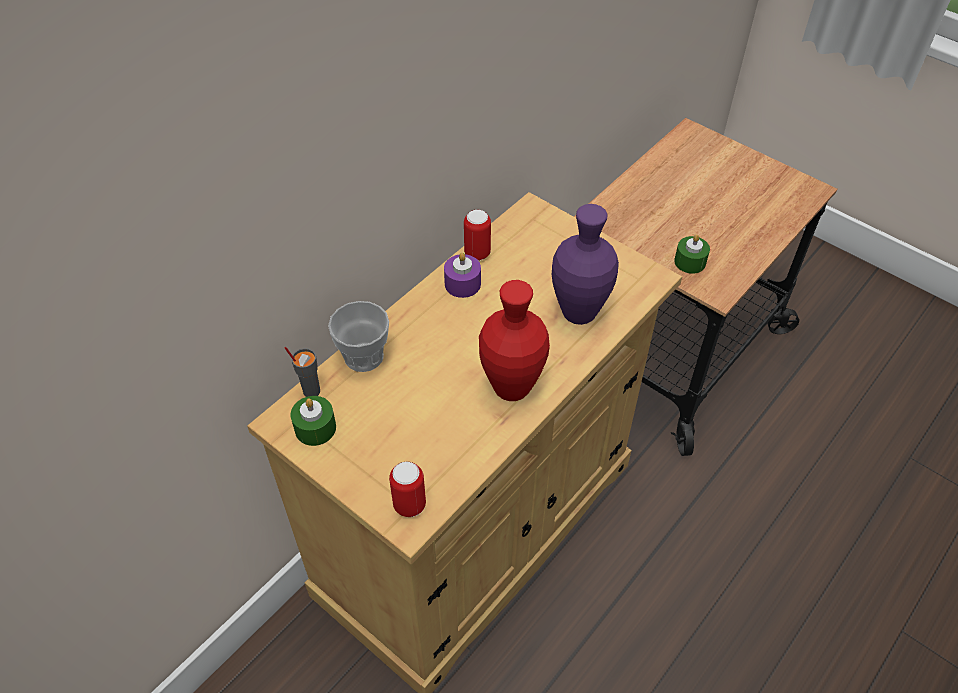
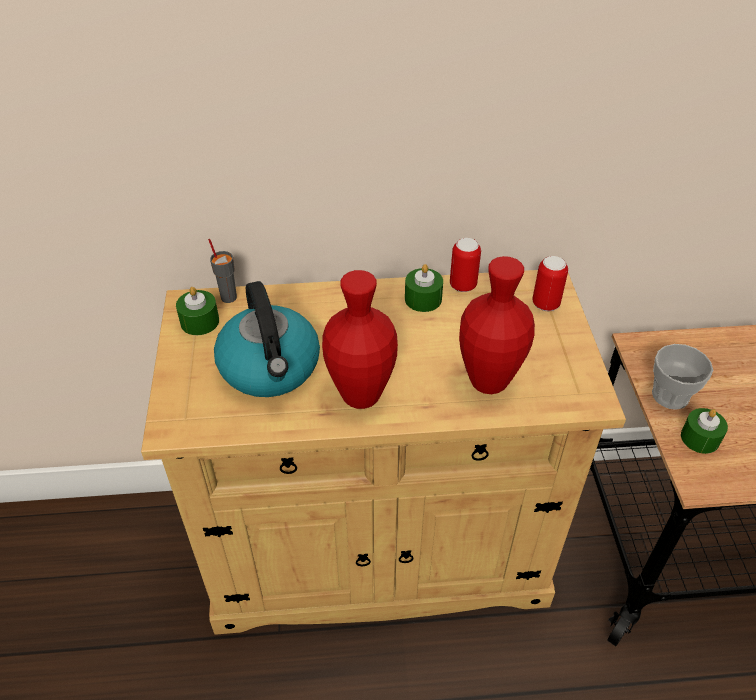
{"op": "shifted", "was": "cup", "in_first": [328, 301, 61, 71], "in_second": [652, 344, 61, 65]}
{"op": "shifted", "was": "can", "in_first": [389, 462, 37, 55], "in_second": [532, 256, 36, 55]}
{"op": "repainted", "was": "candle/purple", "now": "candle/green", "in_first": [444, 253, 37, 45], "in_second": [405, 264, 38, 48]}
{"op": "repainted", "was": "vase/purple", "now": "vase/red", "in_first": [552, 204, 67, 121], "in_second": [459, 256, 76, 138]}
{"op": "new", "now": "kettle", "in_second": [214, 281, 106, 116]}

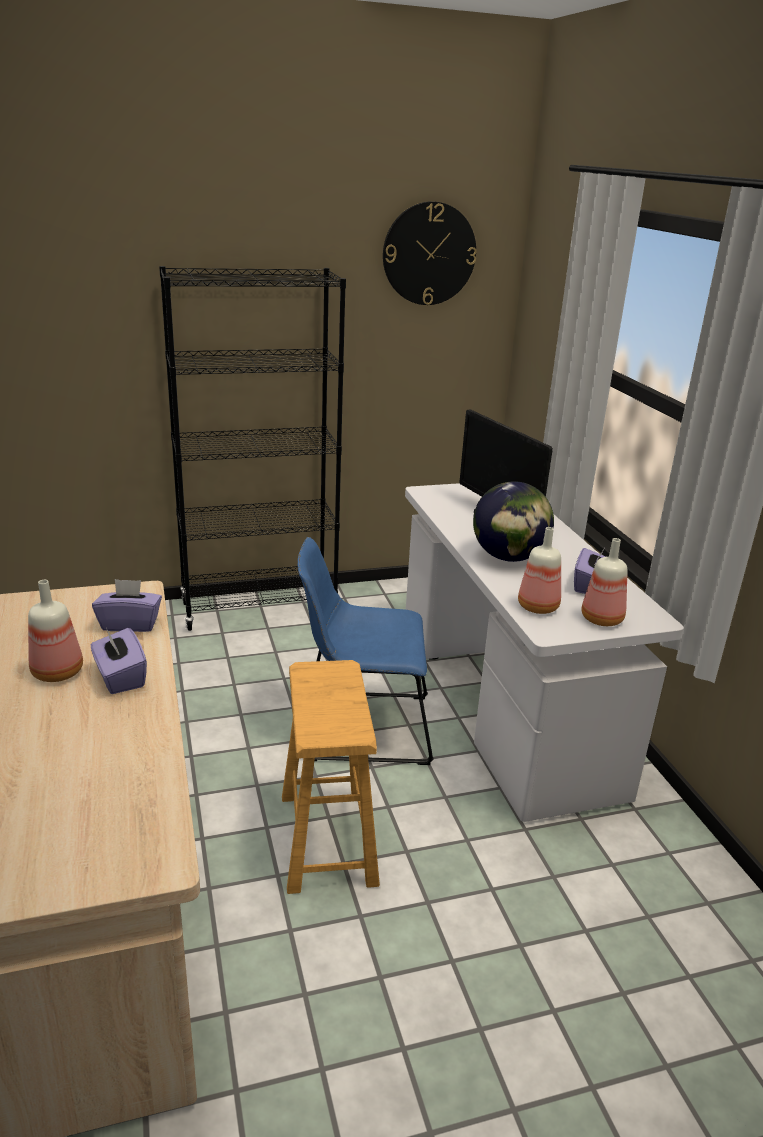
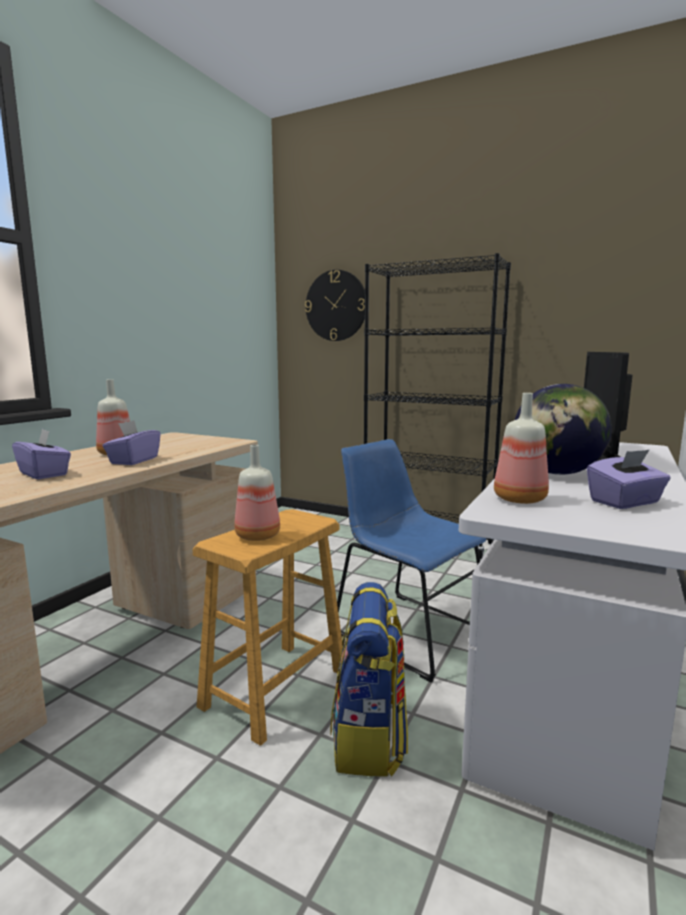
{"op": "shifted", "was": "tissue box/purple", "in_first": [92, 579, 70, 53], "in_second": [12, 429, 59, 51]}
{"op": "shifted", "was": "wall clock", "in_first": [383, 201, 94, 104], "in_second": [305, 270, 60, 71]}
{"op": "shifted", "was": "bottle", "in_first": [582, 538, 46, 88], "in_second": [234, 445, 46, 96]}
{"op": "new", "now": "backpack", "in_second": [331, 582, 77, 195]}

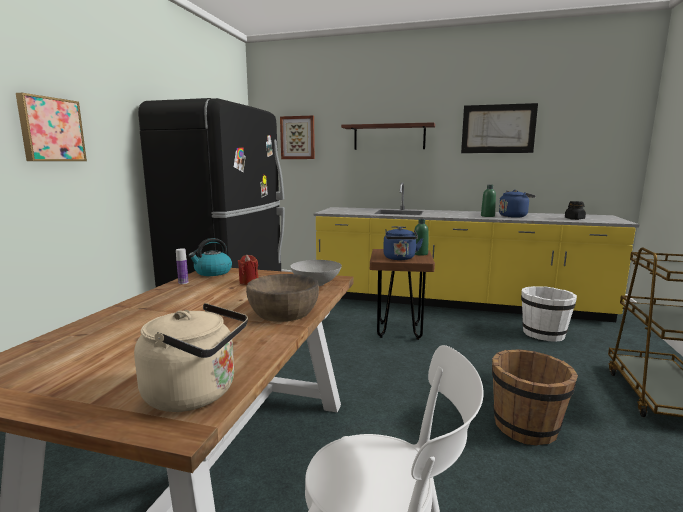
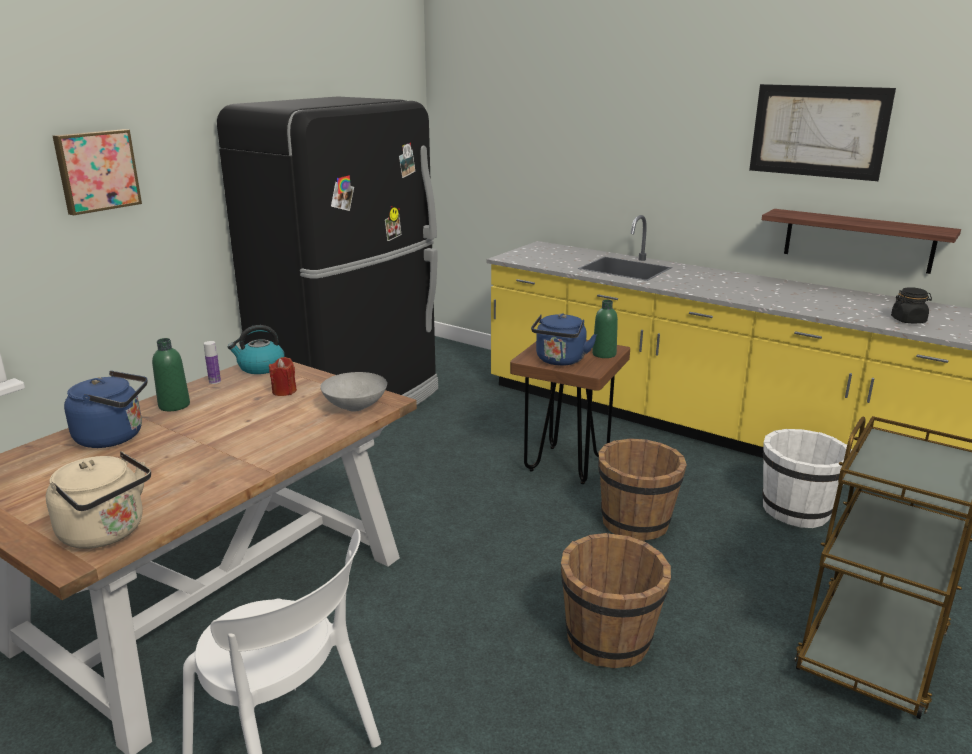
{"op": "gone", "was": "bowl/brown", "in_first": [246, 274, 73, 48]}
{"op": "gone", "was": "picture", "in_first": [280, 116, 35, 43]}
{"op": "shifted", "was": "shelf", "in_first": [341, 122, 94, 28], "in_second": [762, 209, 199, 65]}
{"op": "shifted", "was": "bottle/green", "in_first": [481, 185, 15, 32], "in_second": [152, 338, 38, 73]}
{"op": "shifted", "was": "kettle/blue", "in_first": [499, 190, 37, 28], "in_second": [64, 371, 84, 77]}
{"op": "new", "now": "bucket/brown", "in_second": [598, 438, 89, 103]}

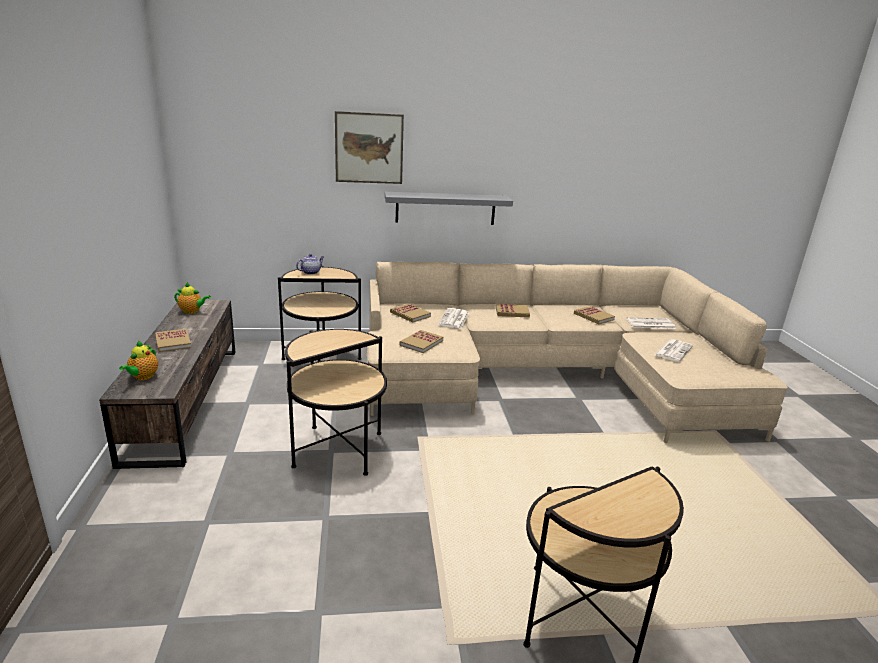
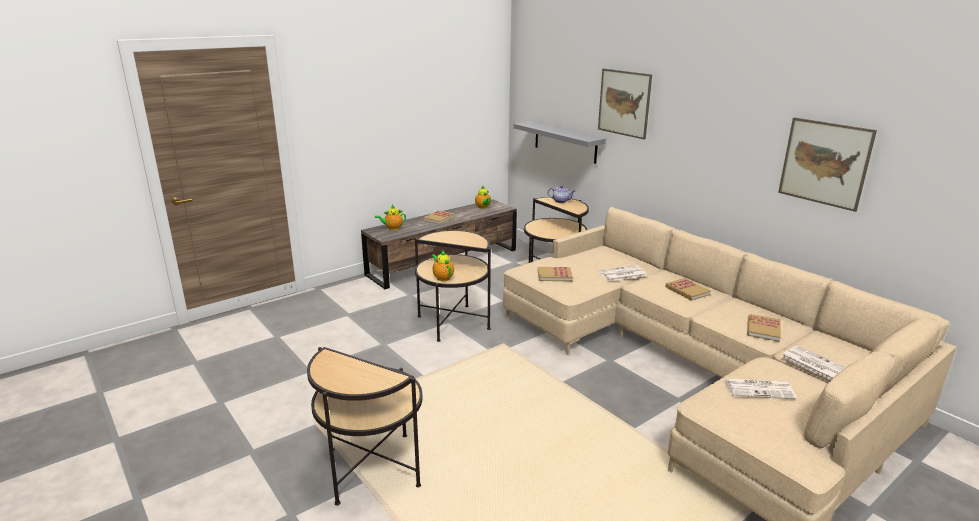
{"op": "shifted", "was": "shelf/grey", "in_first": [385, 192, 128, 33], "in_second": [514, 121, 92, 43]}
{"op": "gone", "was": "book", "in_first": [390, 303, 41, 20]}
{"op": "new", "now": "teapot", "in_second": [432, 250, 22, 31]}
{"op": "new", "now": "picture", "in_second": [778, 117, 99, 95]}

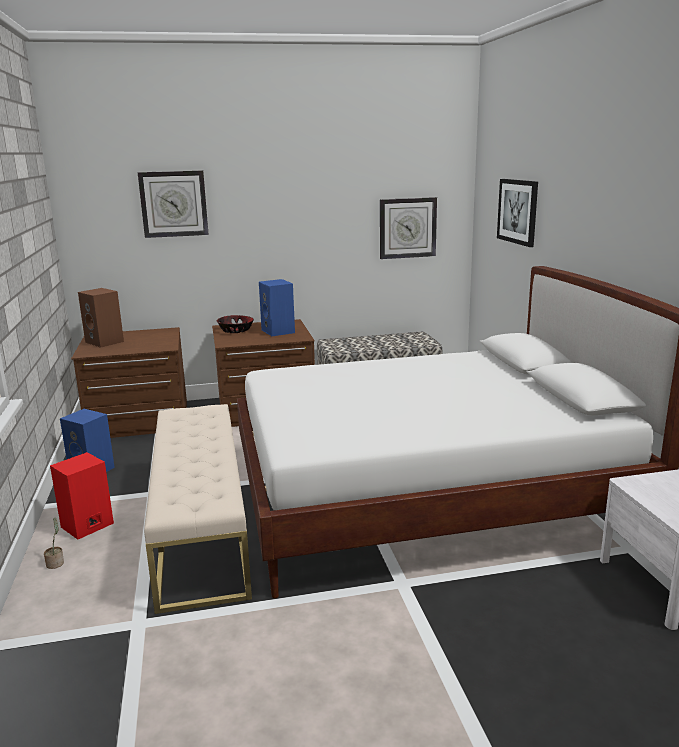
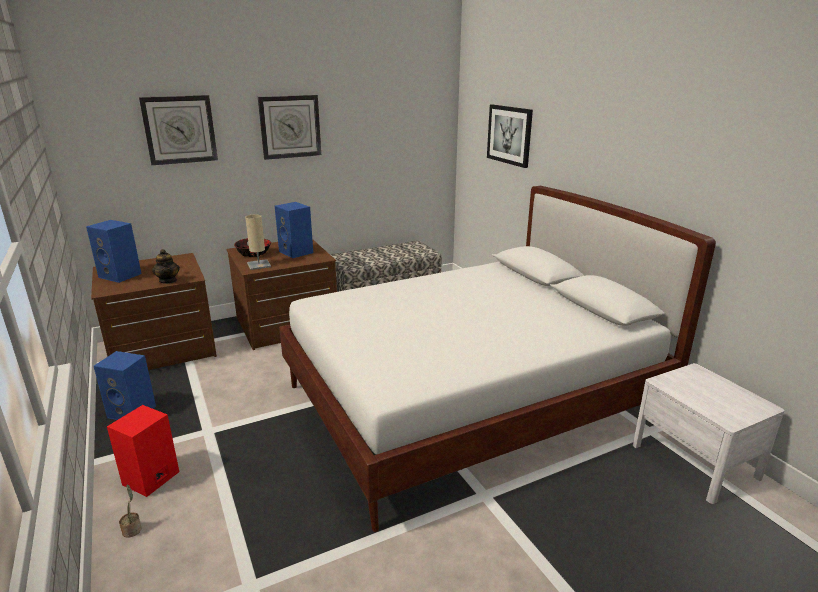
{"op": "repainted", "was": "speaker/brown", "now": "speaker/blue", "in_first": [78, 288, 46, 60], "in_second": [86, 220, 56, 63]}
{"op": "gone", "was": "bench/beige", "in_first": [144, 404, 108, 210]}
{"op": "shifted", "was": "wall clock", "in_first": [380, 197, 57, 62], "in_second": [258, 95, 63, 65]}
{"op": "new", "now": "teapot", "in_second": [152, 249, 28, 35]}
{"op": "new", "now": "table lamp/beige", "in_second": [245, 214, 26, 56]}

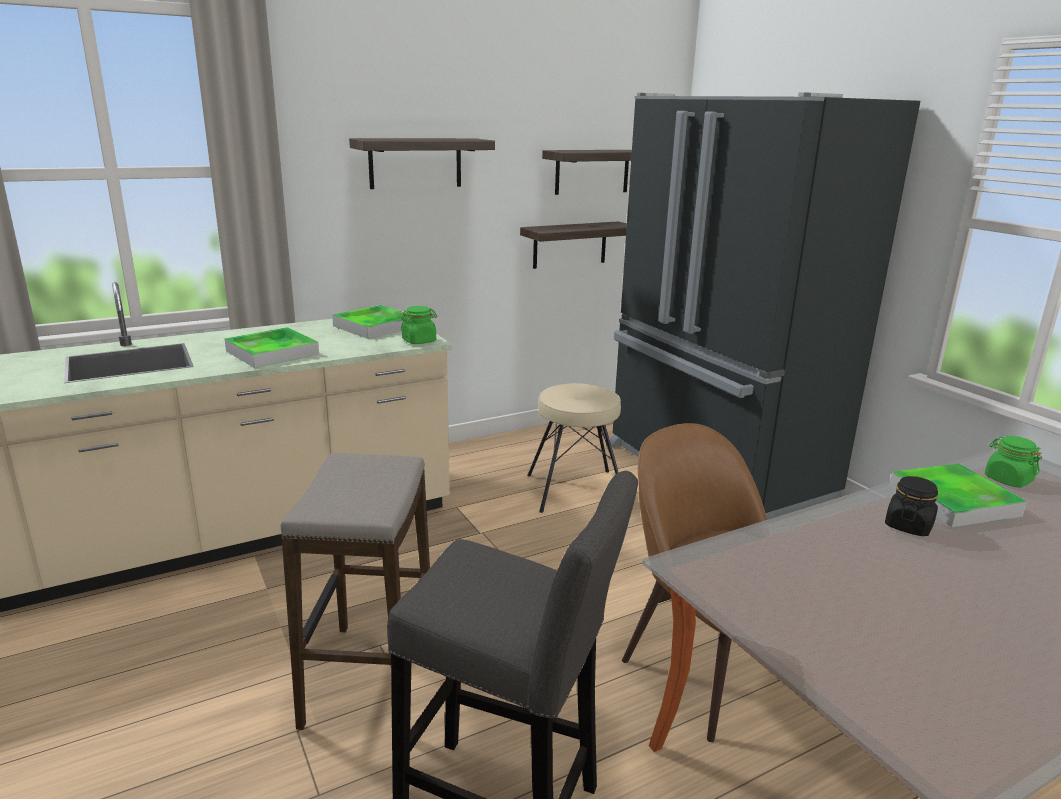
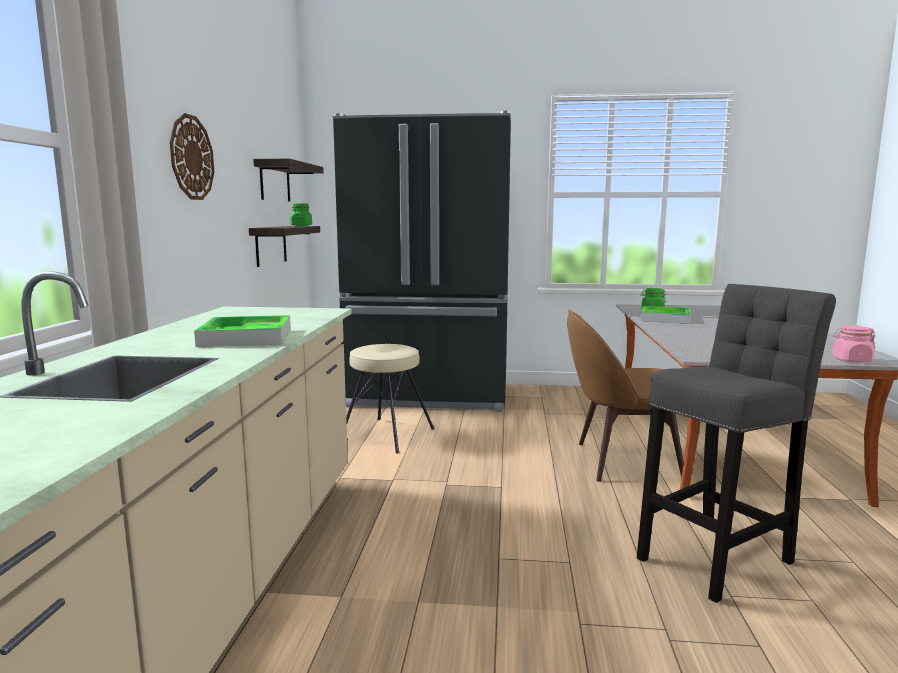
{"op": "gone", "was": "stool", "in_first": [281, 453, 149, 277]}
{"op": "gone", "was": "tray", "in_first": [332, 305, 74, 34]}
{"op": "swapped", "was": "shelf", "now": "wall clock", "in_first": [349, 138, 146, 51], "in_second": [170, 113, 44, 87]}
{"op": "shifted", "was": "jar/green", "in_first": [400, 306, 37, 38], "in_second": [290, 204, 22, 22]}
{"op": "gone", "was": "jar/black", "in_first": [885, 476, 53, 60]}
{"op": "new", "now": "jar/pink", "in_second": [832, 325, 44, 37]}

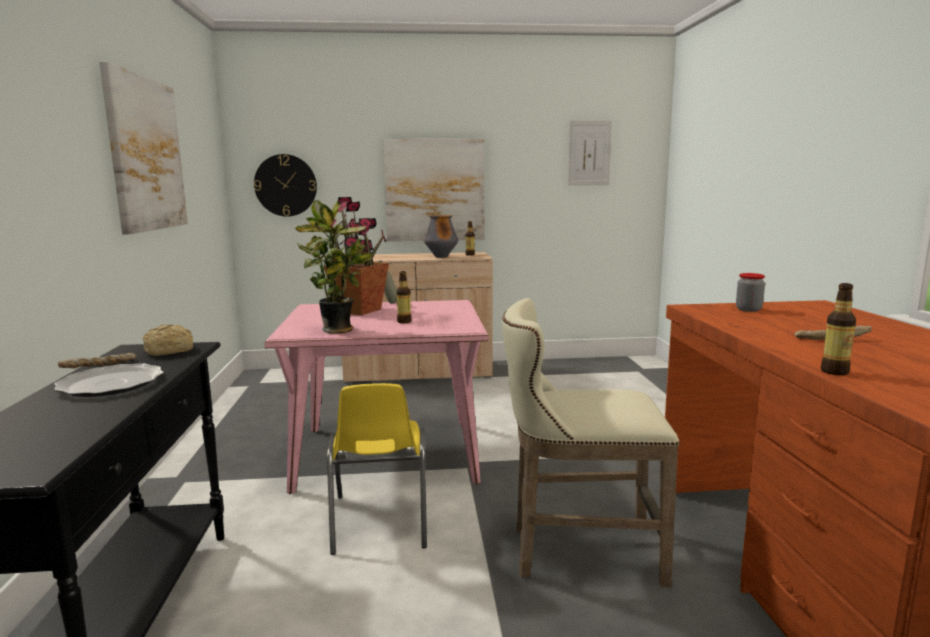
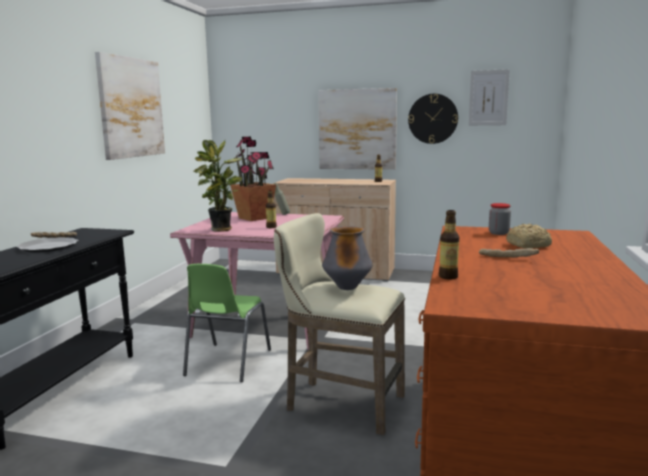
{"op": "shifted", "was": "bread", "in_first": [142, 324, 51, 32], "in_second": [506, 224, 46, 24]}
{"op": "shifted", "was": "wall clock", "in_first": [254, 154, 63, 63], "in_second": [408, 94, 50, 50]}
{"op": "repainted", "was": "chair/yellow", "now": "chair/green", "in_first": [327, 383, 100, 172], "in_second": [183, 264, 88, 118]}
{"op": "shifted", "was": "vase", "in_first": [424, 215, 34, 43], "in_second": [322, 226, 51, 64]}

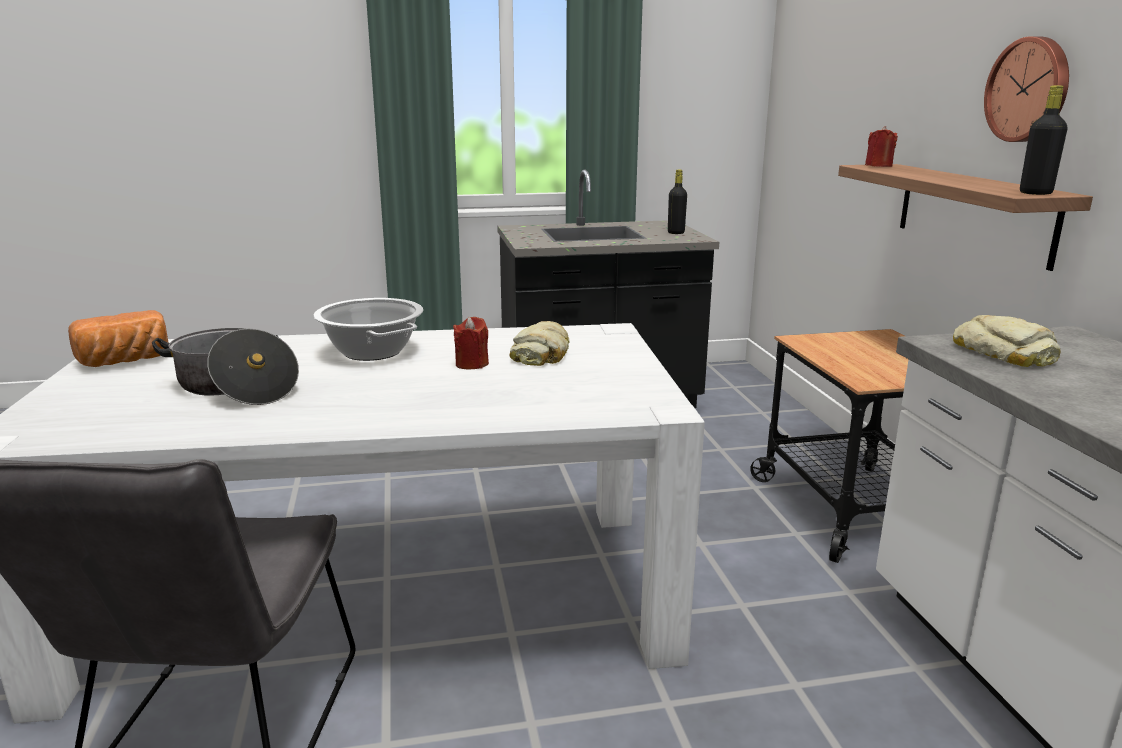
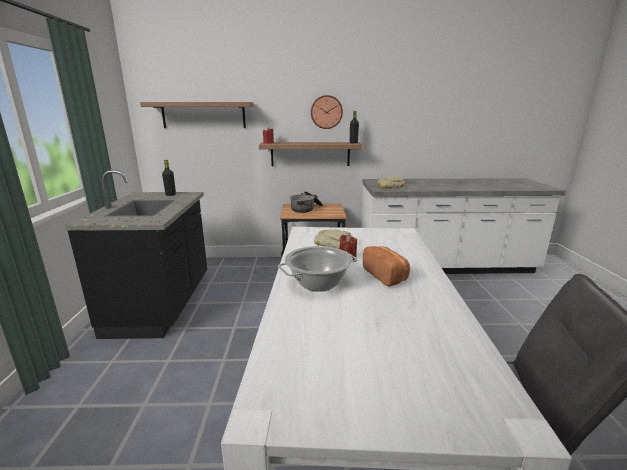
{"op": "shifted", "was": "bread", "in_first": [68, 310, 100, 57], "in_second": [363, 246, 47, 41]}
{"op": "shifted", "was": "cooking pot", "in_first": [152, 328, 147, 77], "in_second": [290, 191, 33, 22]}
{"op": "new", "now": "shelf", "in_second": [140, 102, 114, 26]}

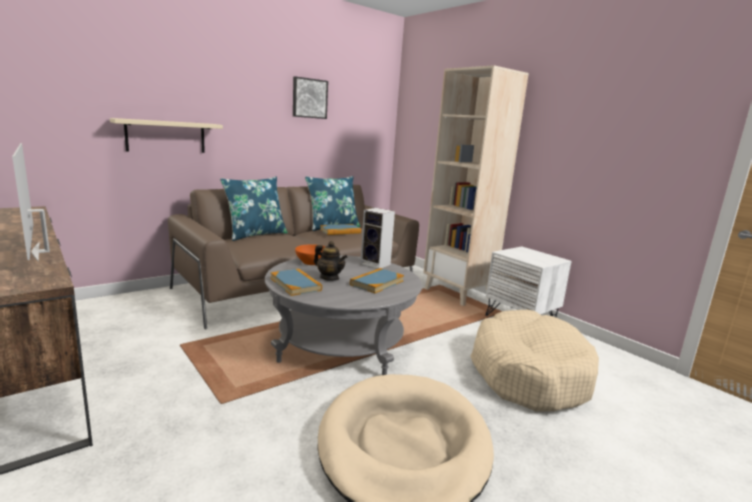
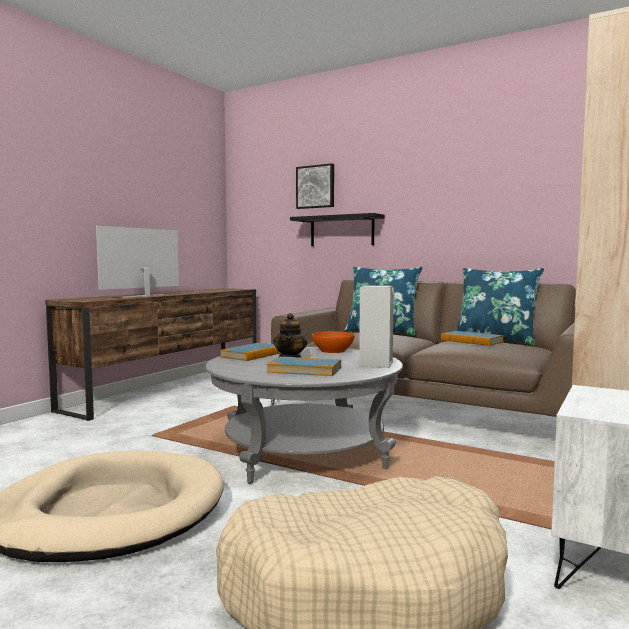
{"op": "repainted", "was": "shelf/beige", "now": "shelf/black", "in_first": [110, 118, 113, 35], "in_second": [290, 213, 95, 33]}
{"op": "shifted", "was": "picture", "in_first": [293, 76, 35, 43], "in_second": [296, 163, 38, 46]}

